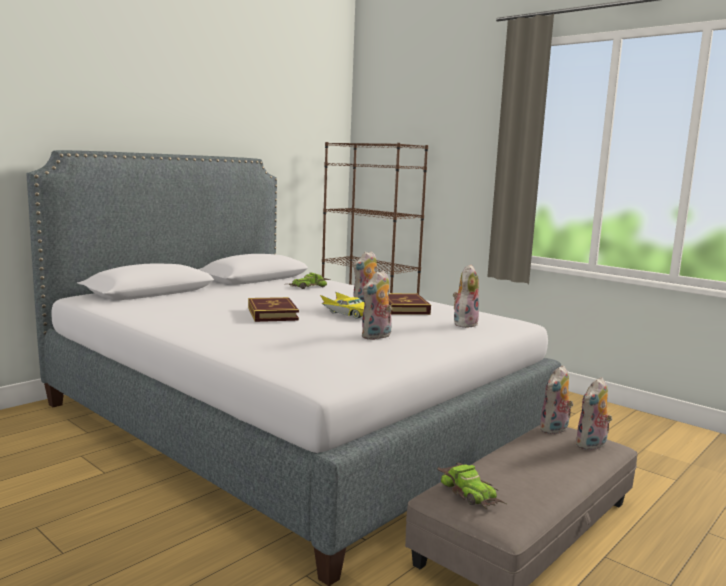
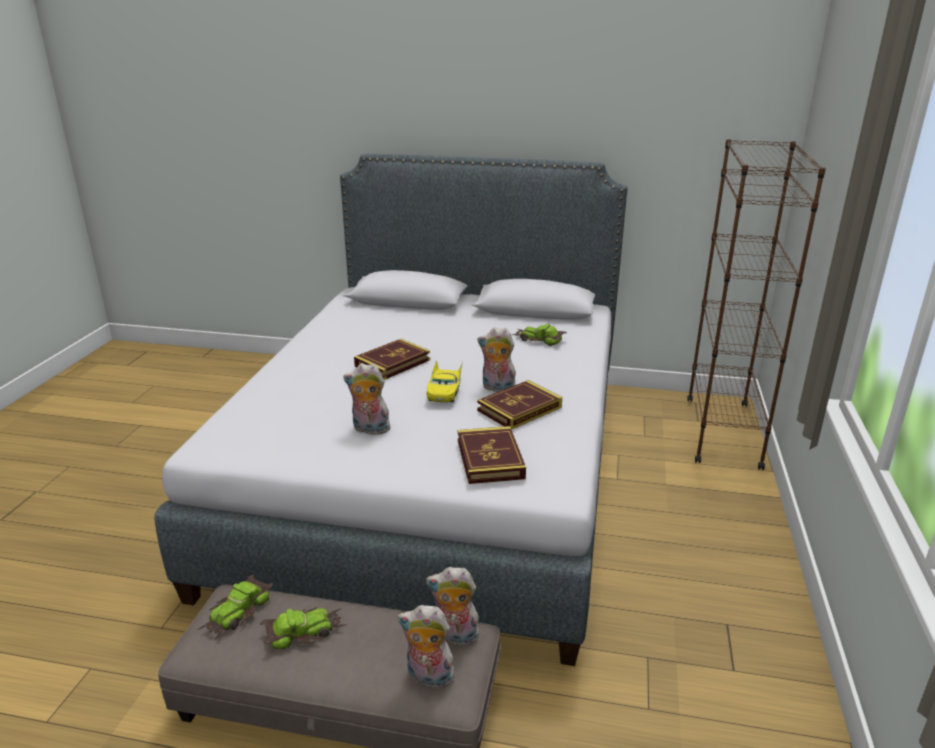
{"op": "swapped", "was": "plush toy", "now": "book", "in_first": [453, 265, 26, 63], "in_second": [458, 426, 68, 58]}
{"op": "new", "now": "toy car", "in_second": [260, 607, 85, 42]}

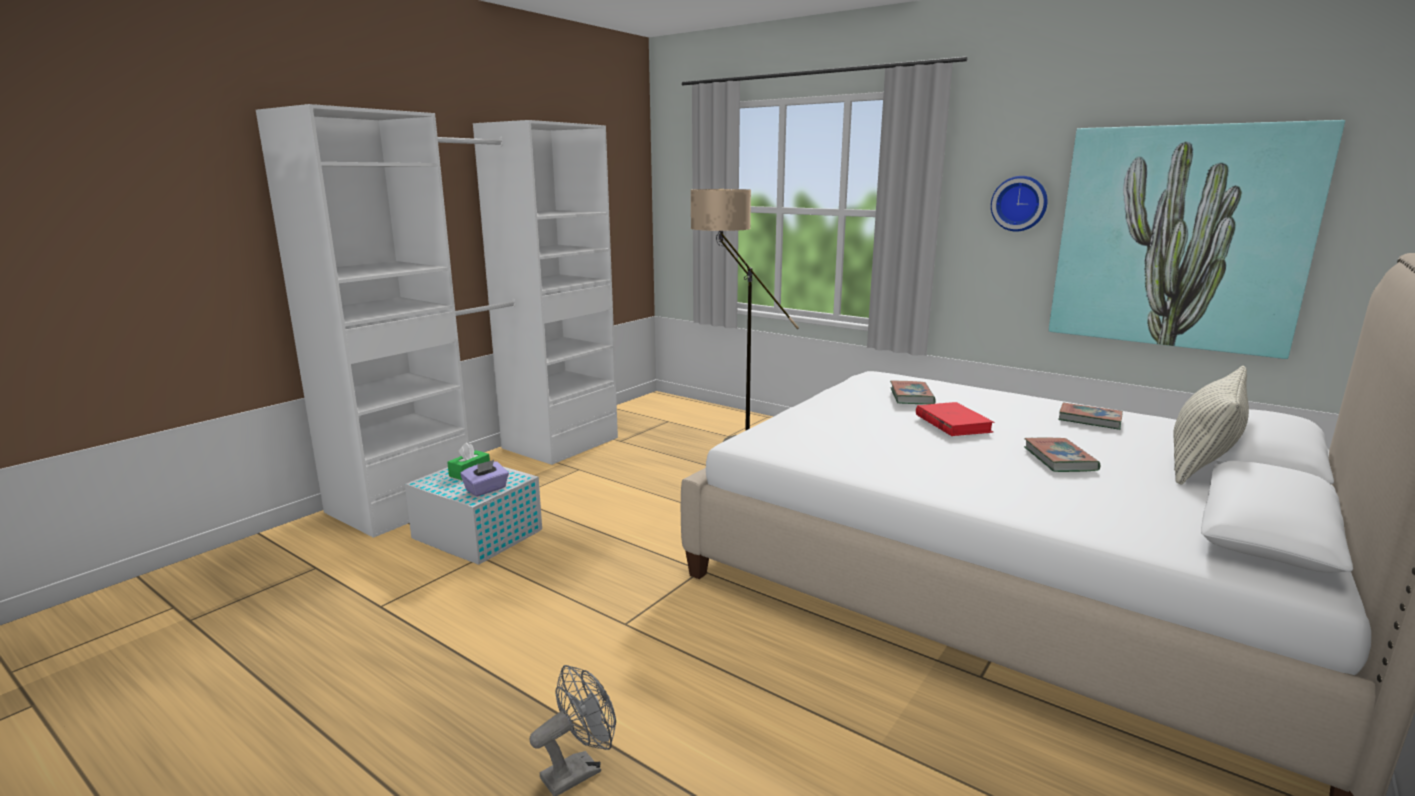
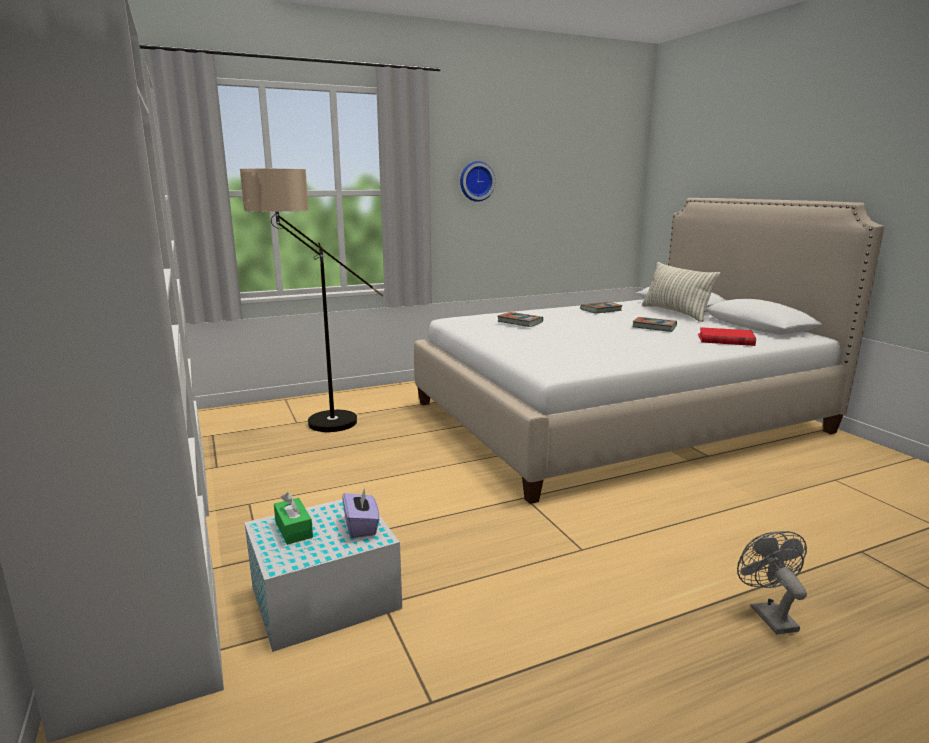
{"op": "shifted", "was": "book/red", "in_first": [916, 402, 79, 34], "in_second": [698, 327, 58, 19]}
{"op": "gone", "was": "picture", "in_first": [1049, 120, 296, 239]}

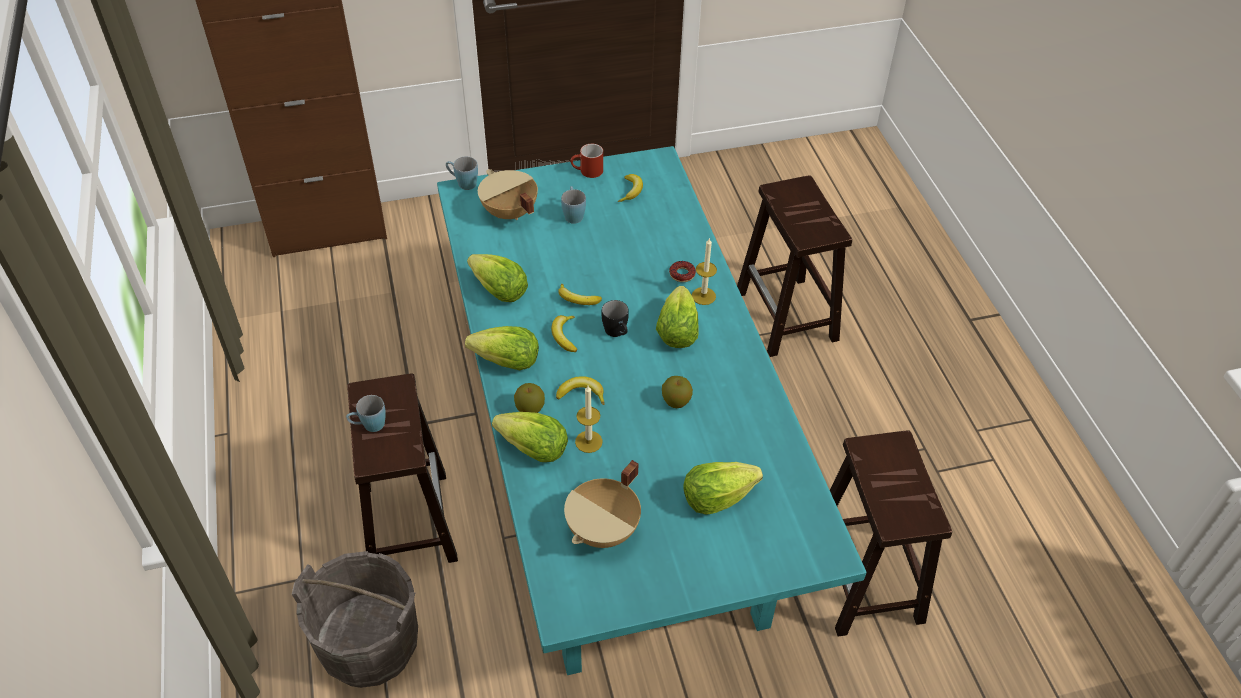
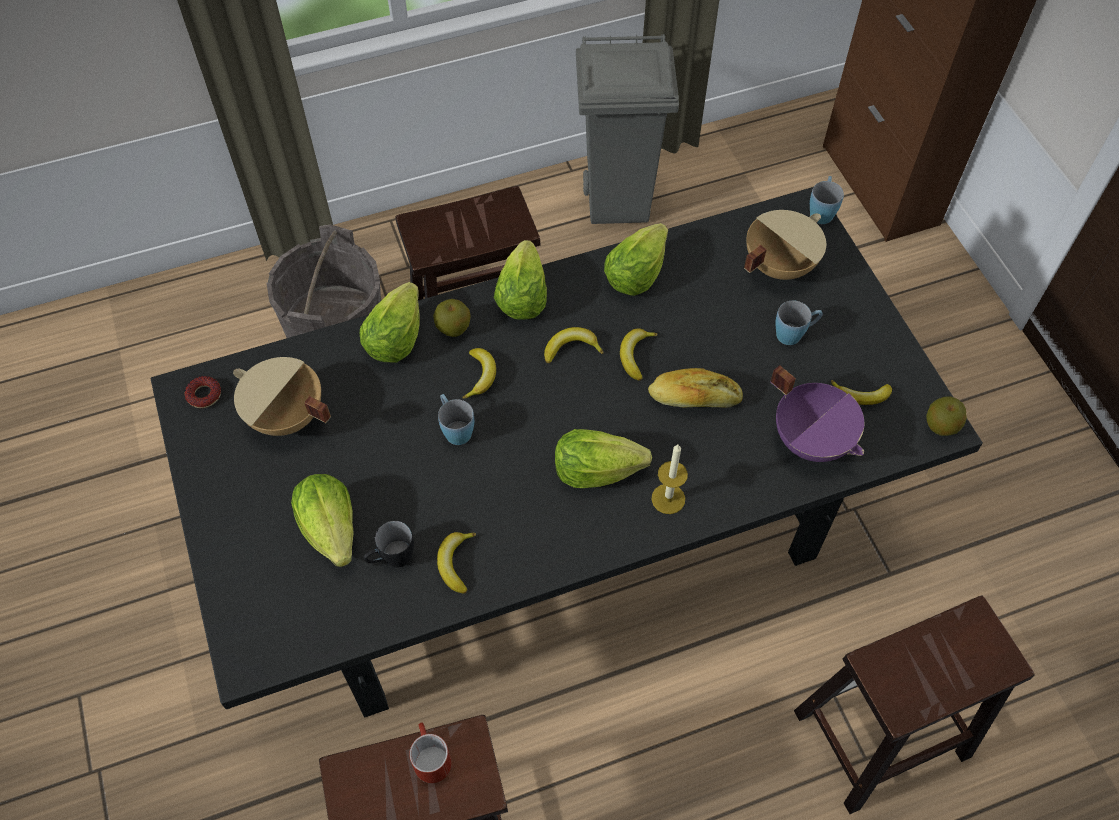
{"op": "shifted", "was": "mug/blue", "in_first": [346, 395, 40, 37], "in_second": [438, 394, 36, 51]}
{"op": "repainted", "was": "dining table/turquoise", "now": "dining table/black", "in_first": [437, 146, 429, 529], "in_second": [151, 187, 832, 531]}
{"op": "shifted", "was": "mug/red", "in_first": [571, 144, 32, 34], "in_second": [409, 722, 42, 61]}
{"op": "gone", "was": "candle", "in_first": [575, 386, 28, 67]}
{"op": "shifted", "was": "mug/black", "in_first": [602, 300, 27, 37], "in_second": [363, 521, 51, 46]}
{"op": "shifted", "was": "apple", "in_first": [662, 376, 31, 32], "in_second": [926, 397, 41, 39]}
{"op": "shifted", "was": "donut", "in_first": [669, 261, 27, 21], "in_second": [185, 376, 36, 32]}
{"op": "new", "now": "banana", "in_second": [437, 532, 39, 61]}
{"op": "new", "now": "trash can/grey", "in_second": [576, 34, 103, 190]}
{"op": "new", "now": "bread", "in_second": [648, 368, 95, 40]}
{"op": "new", "now": "cooking pot/purple", "in_second": [771, 365, 93, 97]}

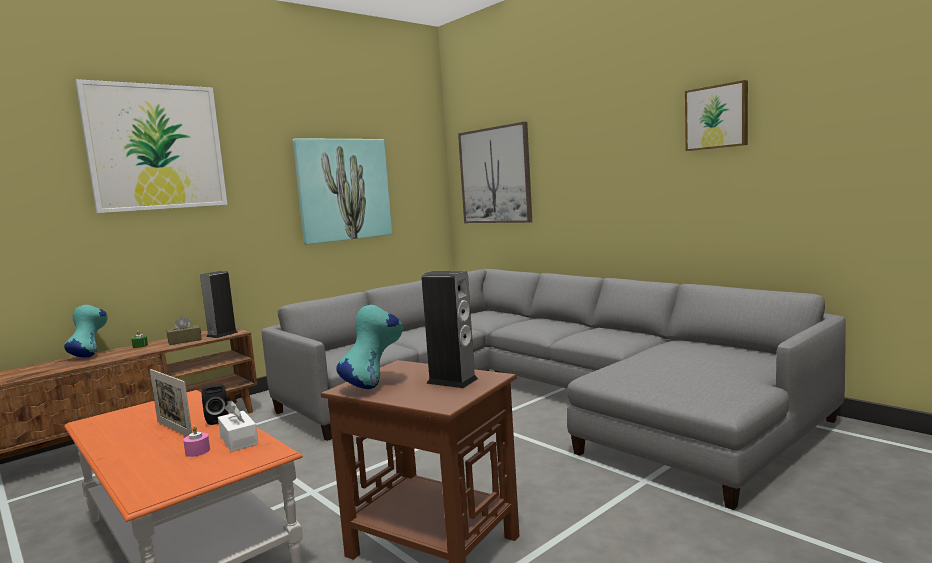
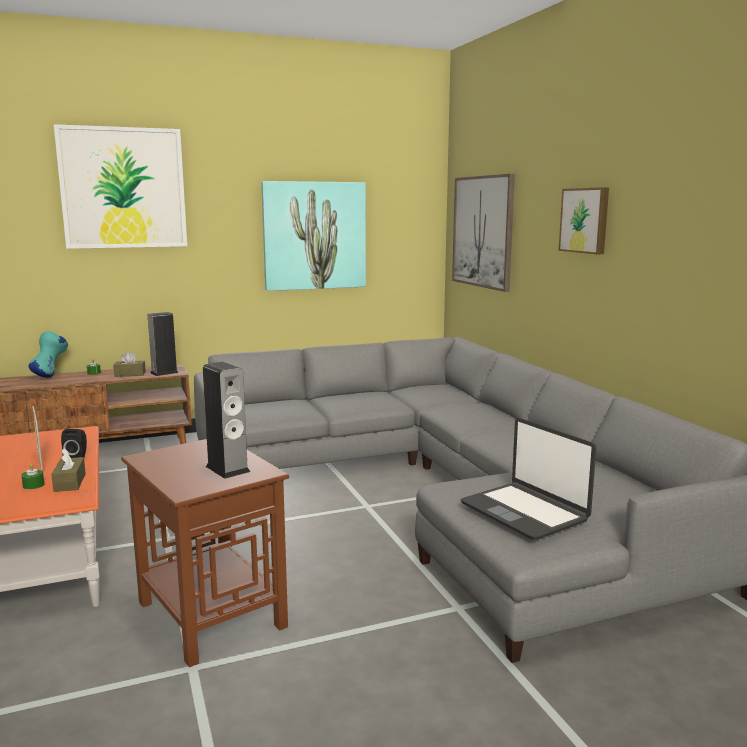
{"op": "repainted", "was": "candle/pink", "now": "candle/green", "in_first": [183, 425, 27, 32], "in_second": [21, 464, 23, 26]}
{"op": "repainted", "was": "tissue box/white", "now": "tissue box/brown", "in_first": [218, 401, 41, 51], "in_second": [51, 448, 35, 44]}
{"op": "gone", "was": "vase/turquoise", "in_first": [336, 305, 67, 84]}
{"op": "shifted", "was": "picture", "in_first": [685, 80, 63, 71], "in_second": [559, 187, 50, 67]}
{"op": "new", "now": "laptop", "in_second": [461, 418, 135, 122]}

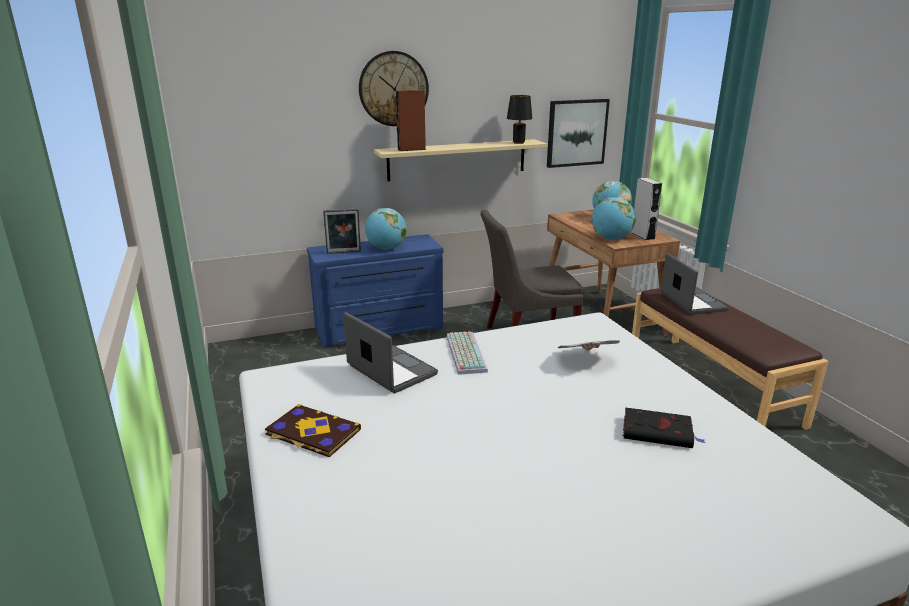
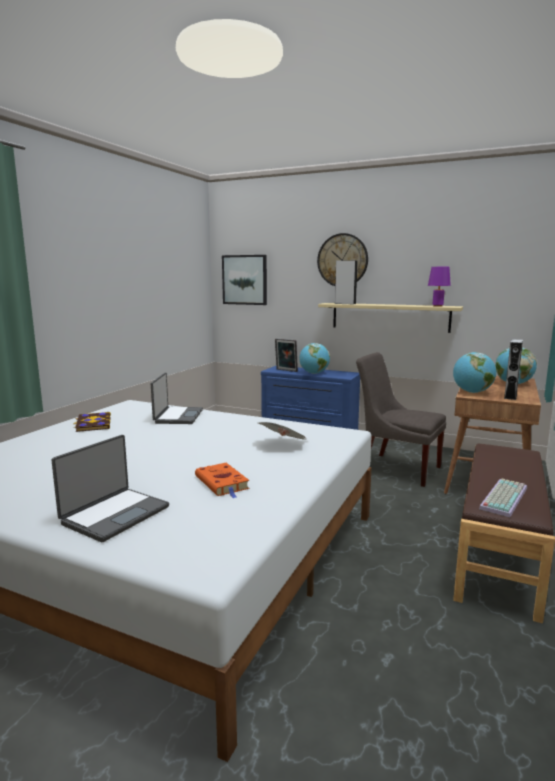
{"op": "repainted", "was": "speaker/brown", "now": "speaker/grey", "in_first": [396, 90, 30, 61], "in_second": [335, 260, 23, 44]}
{"op": "shifted", "was": "keyboard", "in_first": [447, 331, 41, 44], "in_second": [479, 479, 48, 38]}
{"op": "repainted", "was": "table lamp/black", "now": "table lamp/purple", "in_first": [507, 95, 25, 49], "in_second": [428, 267, 23, 40]}
{"op": "shifted", "was": "picture", "in_first": [547, 99, 63, 69], "in_second": [222, 255, 45, 50]}
{"op": "repainted", "was": "book/black", "now": "book/orange", "in_first": [623, 407, 82, 41], "in_second": [195, 463, 54, 36]}
{"op": "shifted", "was": "laptop", "in_first": [661, 254, 68, 60], "in_second": [52, 435, 117, 107]}

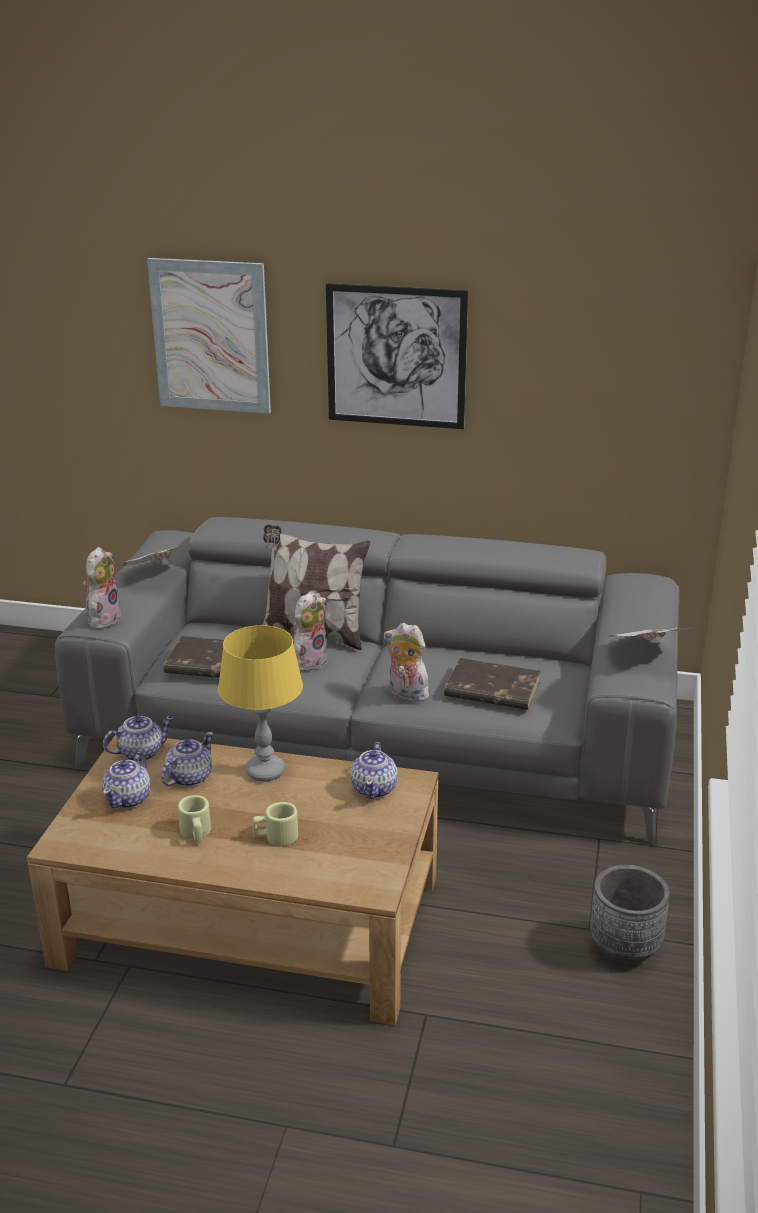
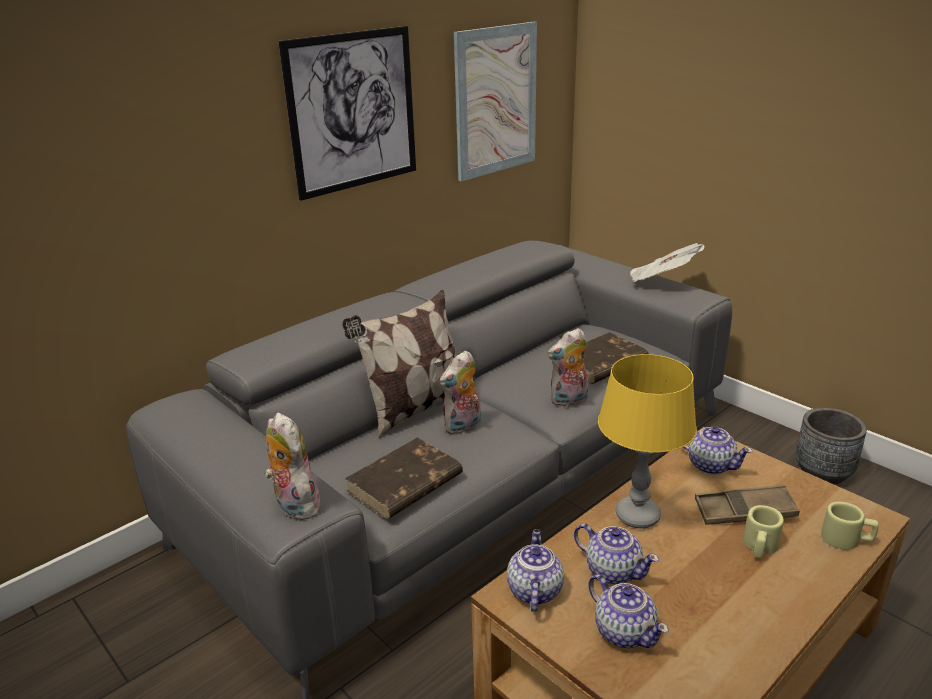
{"op": "gone", "was": "newspaper", "in_first": [121, 545, 73, 21]}
{"op": "shifted", "was": "picture", "in_first": [147, 258, 124, 156], "in_second": [454, 22, 83, 160]}
{"op": "rotated", "was": "teapot", "in_first": [161, 732, 53, 55], "in_second": [574, 523, 85, 62], "clockwise": 150}
{"op": "shifted", "was": "mug/beige", "in_first": [178, 795, 33, 47], "in_second": [821, 502, 58, 48]}
{"op": "rotated", "was": "plush toy", "in_first": [293, 592, 35, 80], "in_second": [440, 350, 41, 85], "clockwise": -120}
{"op": "new", "now": "tray/brown", "in_second": [695, 485, 105, 40]}

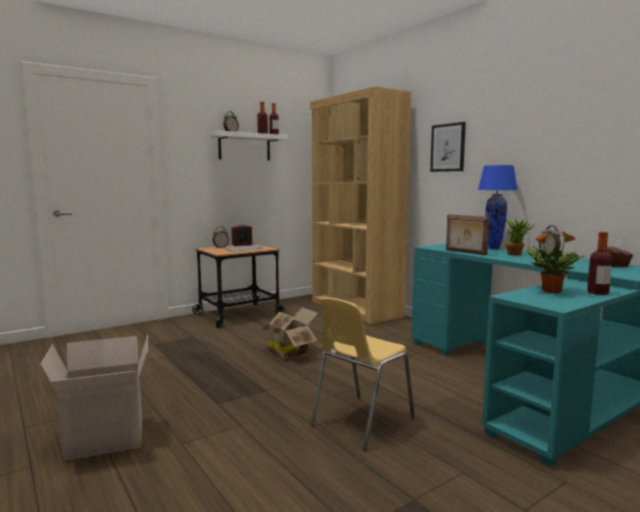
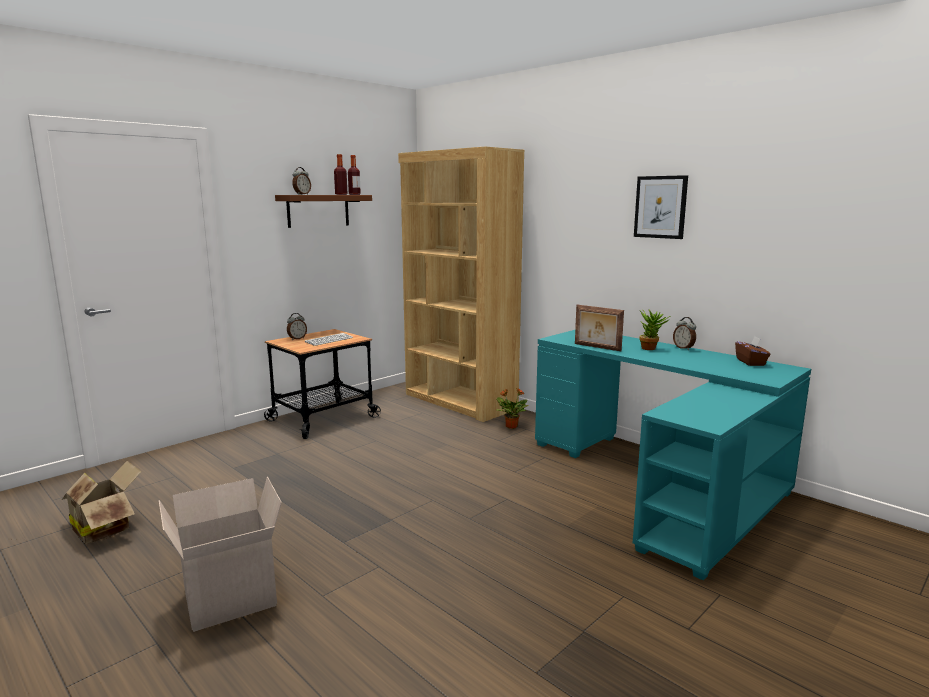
{"op": "repainted", "was": "shelf/white", "now": "shelf/brown", "in_first": [209, 131, 79, 30], "in_second": [275, 195, 97, 33]}
{"op": "gone", "was": "alarm clock", "in_first": [231, 224, 21, 22]}
{"op": "shifted", "was": "cardboard box", "in_first": [261, 307, 57, 53], "in_second": [62, 461, 80, 83]}
{"op": "gone", "was": "chair/yellow", "in_first": [310, 297, 105, 154]}
{"op": "shifted", "was": "picture", "in_first": [430, 122, 36, 50], "in_second": [634, 175, 54, 64]}
{"op": "gone", "was": "table lamp/blue", "in_first": [478, 165, 39, 84]}
{"op": "shifted", "was": "potted plant", "in_first": [526, 231, 59, 62], "in_second": [496, 389, 33, 40]}
{"op": "gone", "was": "bottle", "in_first": [587, 232, 25, 63]}

